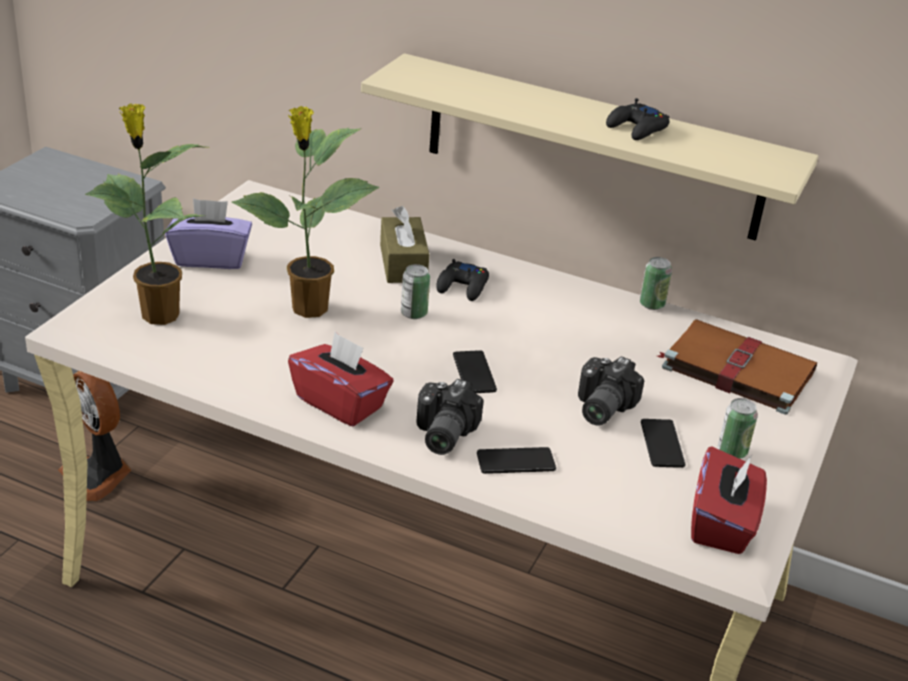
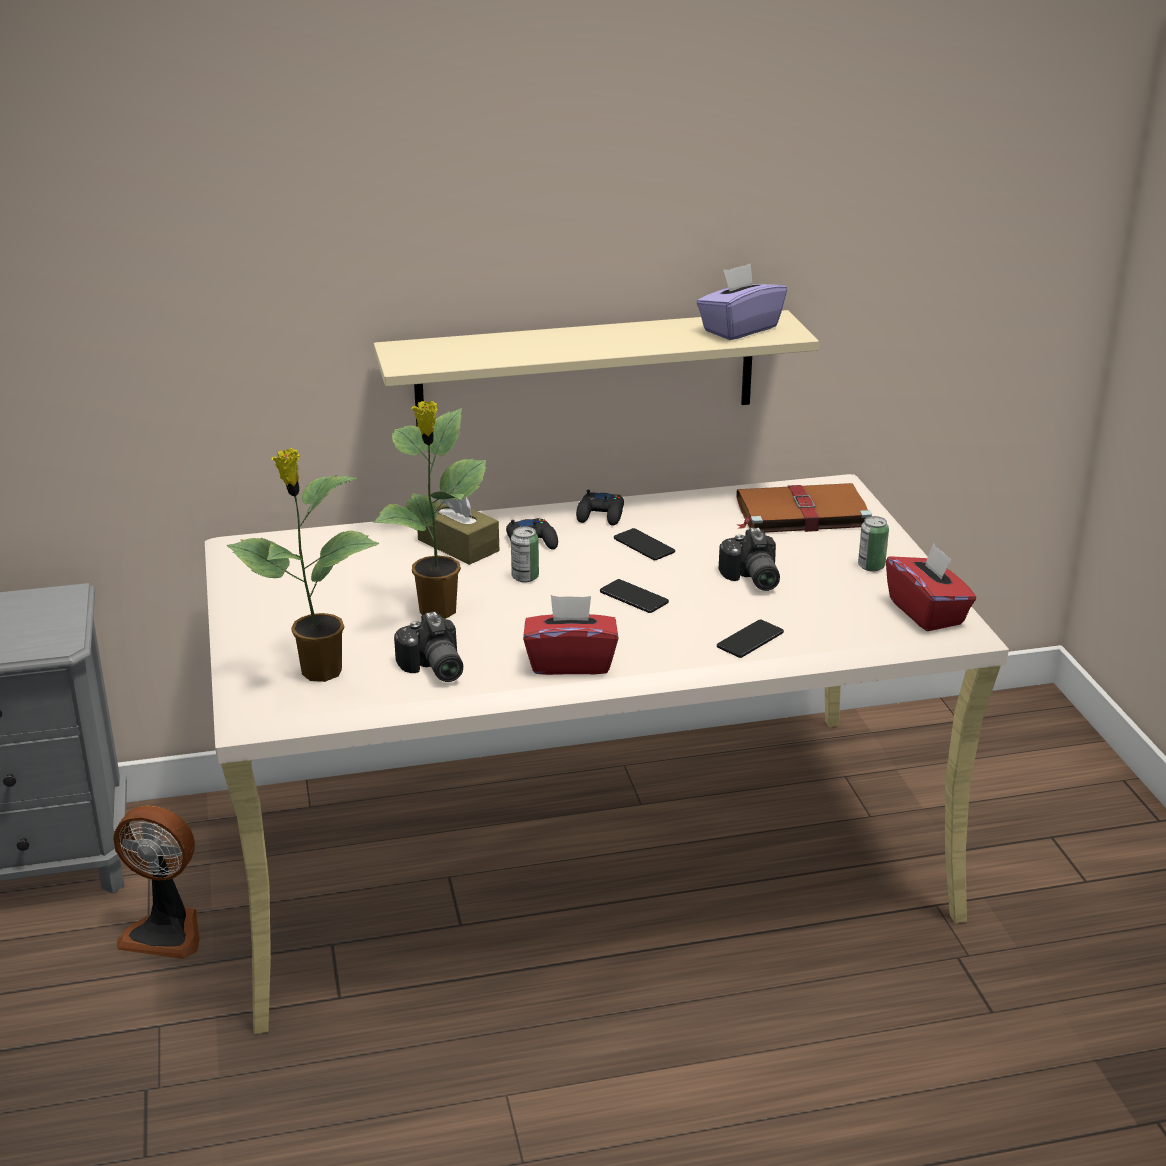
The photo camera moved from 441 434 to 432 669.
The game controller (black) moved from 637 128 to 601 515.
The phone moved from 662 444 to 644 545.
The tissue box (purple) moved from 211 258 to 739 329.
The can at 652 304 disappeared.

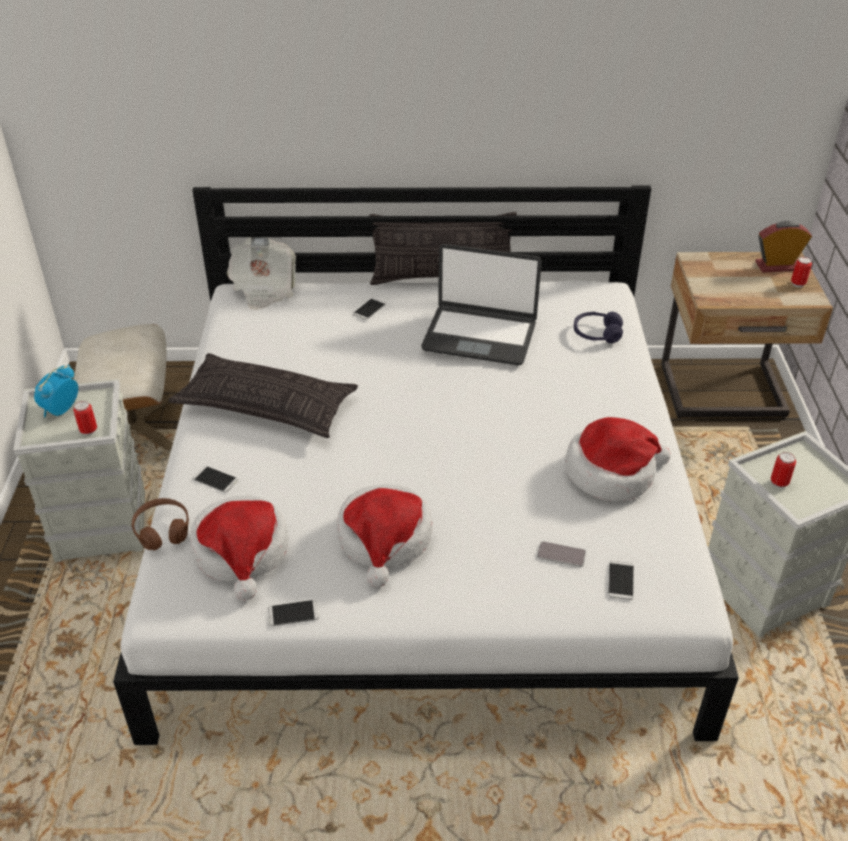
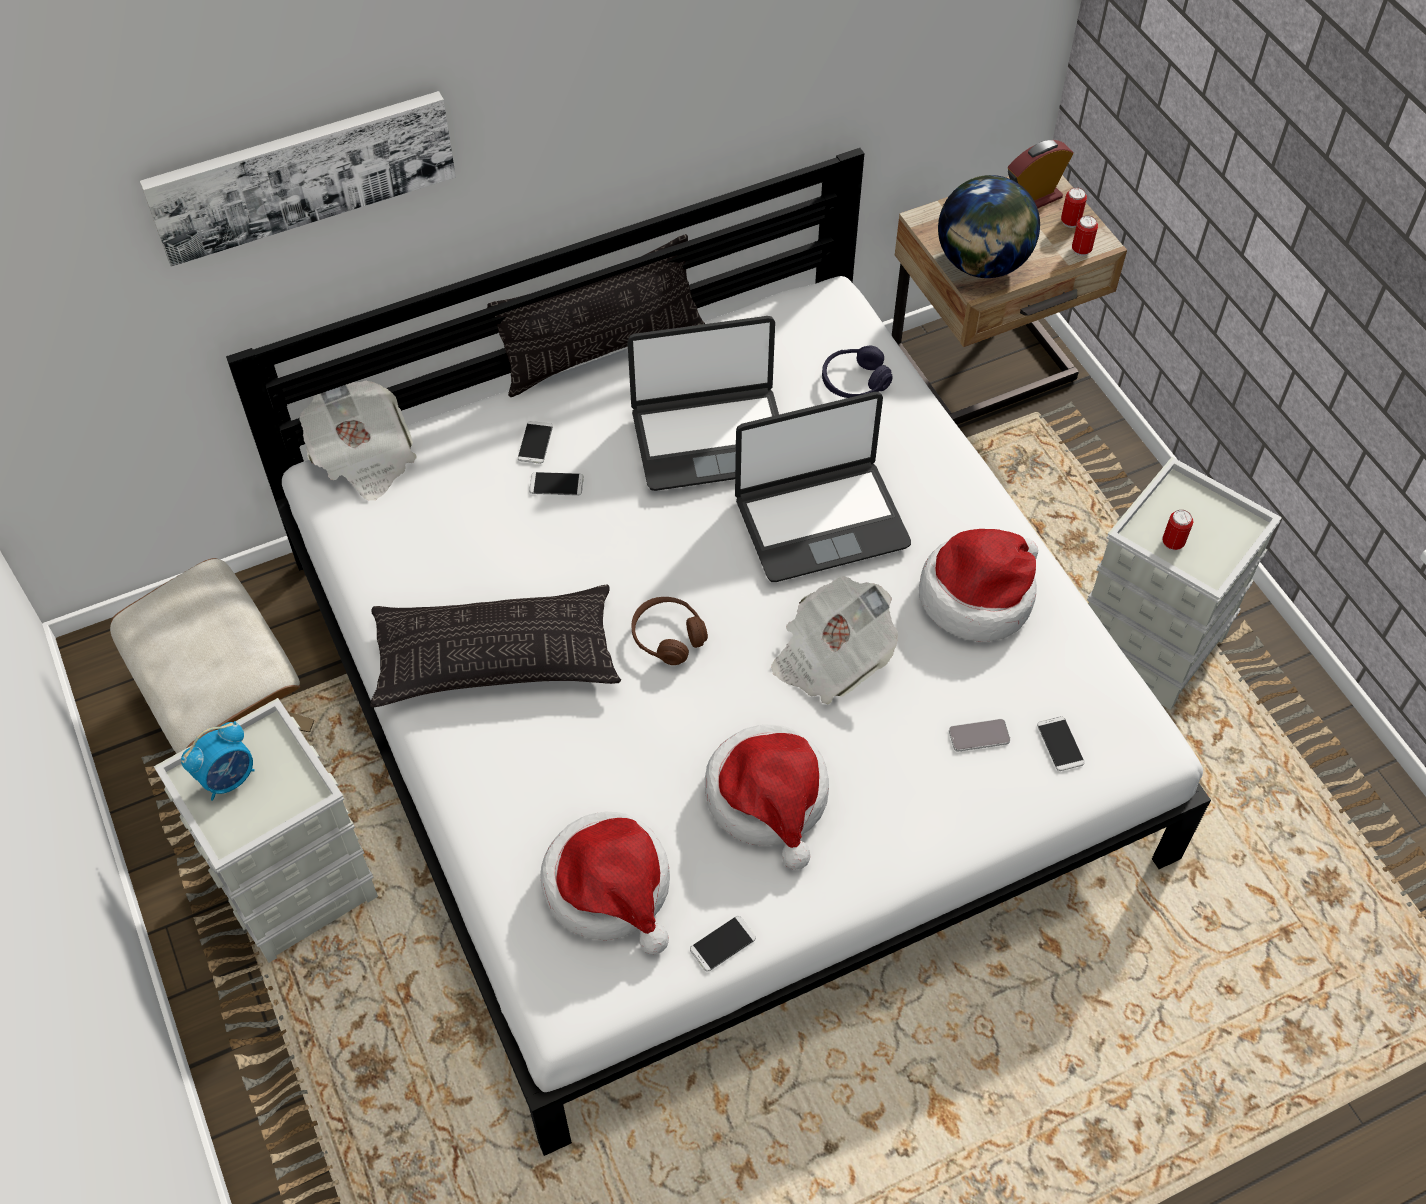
The picture at 302 174 appeared.
The alarm clock at 60 410 turned 135 degrees counterclockwise.
The phone moved from 215 479 to 556 484.
The headphones (brown) moved from 162 530 to 668 637.
The laptop at 820 521 appeared.
The newspaper at 830 658 appeared.
The globe at 982 264 appeared.
The can moved from 88 430 to 1081 250.

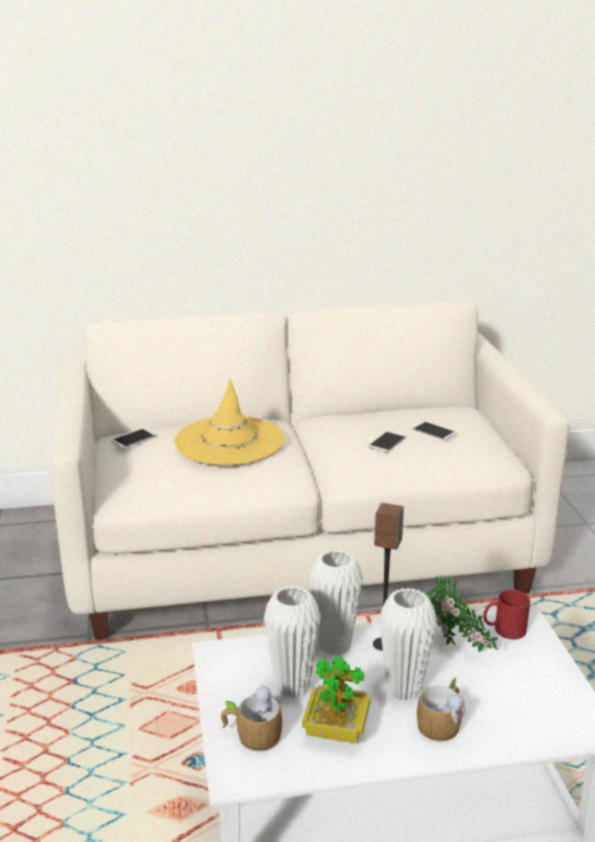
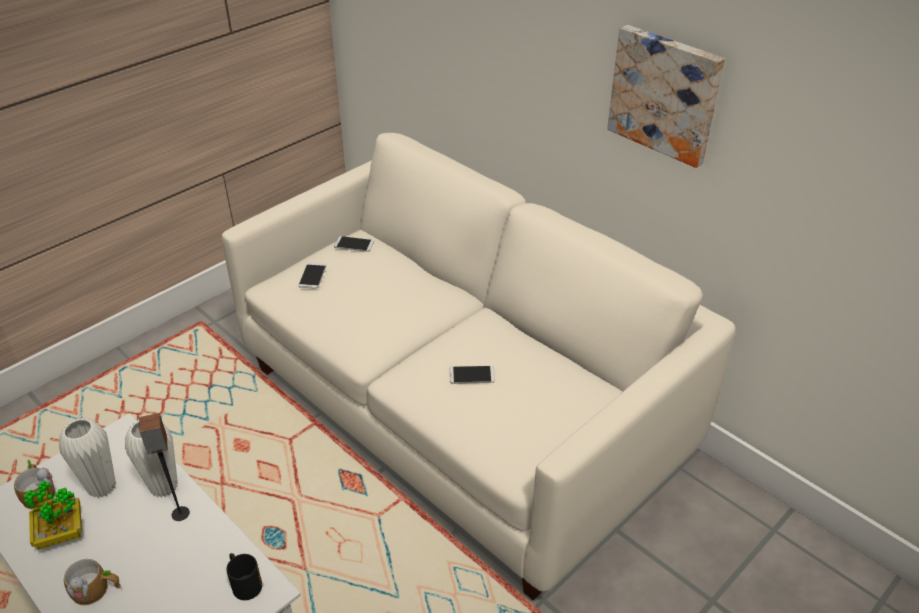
The mug (red) at 503 630 became the mug (black) at 243 583.
The phone moved from 434 431 to 312 276.
The picture at 665 94 appeared.
The hat (yellow) at 229 441 disappeared.
The vase (white) at 403 689 disappeared.
The potted plant at 457 648 disappeared.

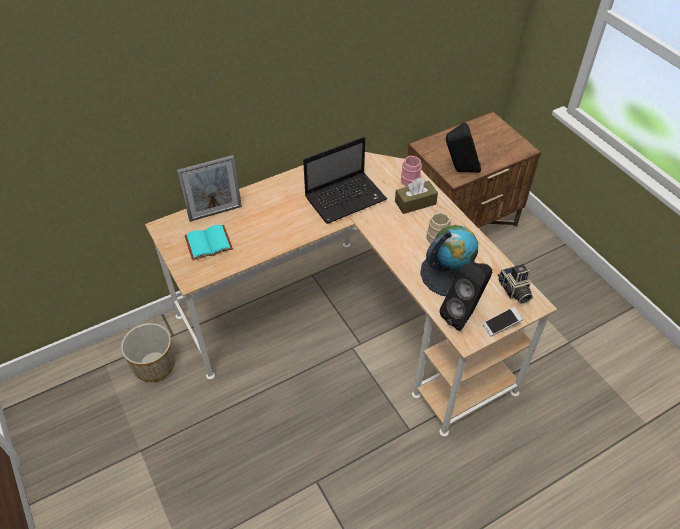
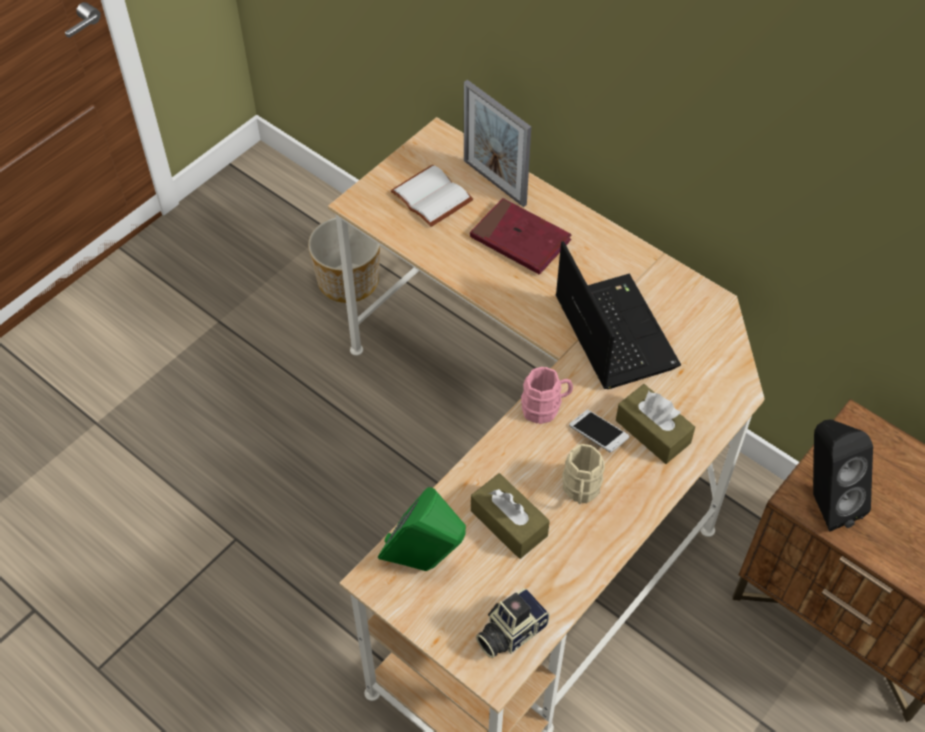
The speaker (black) at 463 315 became the speaker (green) at 425 563.
The book (turquoise) at 209 242 became the book (white) at 434 196.
The book (red) at 520 240 appeared.
The globe at 450 273 was replaced by the tissue box (brown) at 509 523.
The mug (pink) moved from 410 179 to 546 407.
The laptop at 346 198 turned 150 degrees counterclockwise.
The phone moved from 501 325 to 597 435.

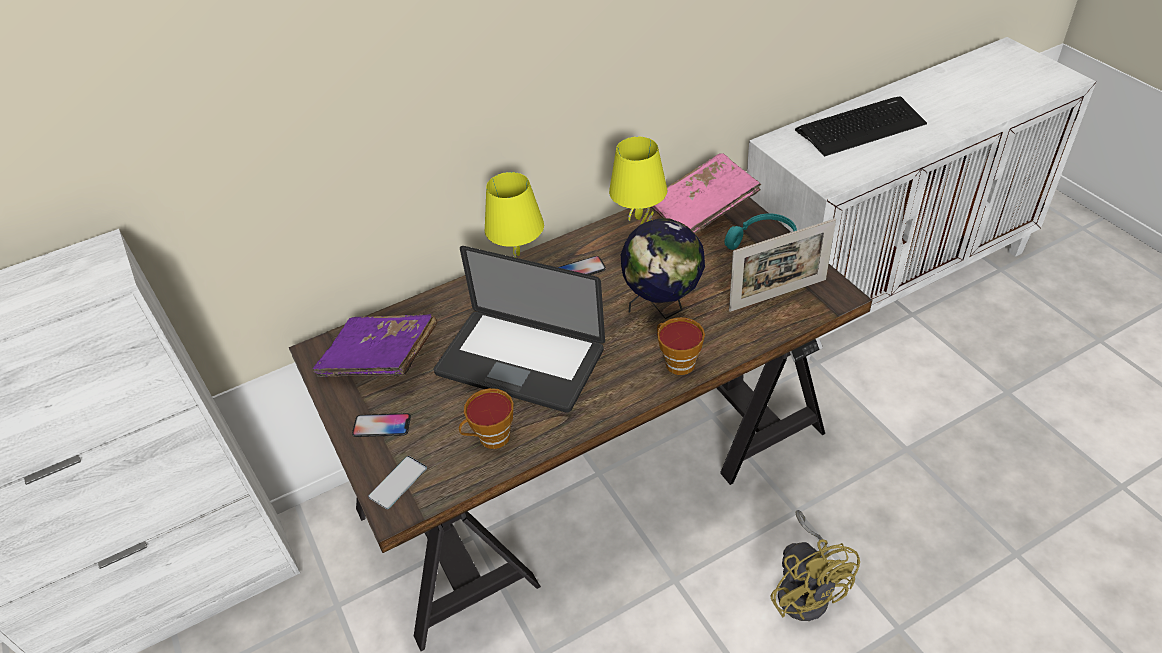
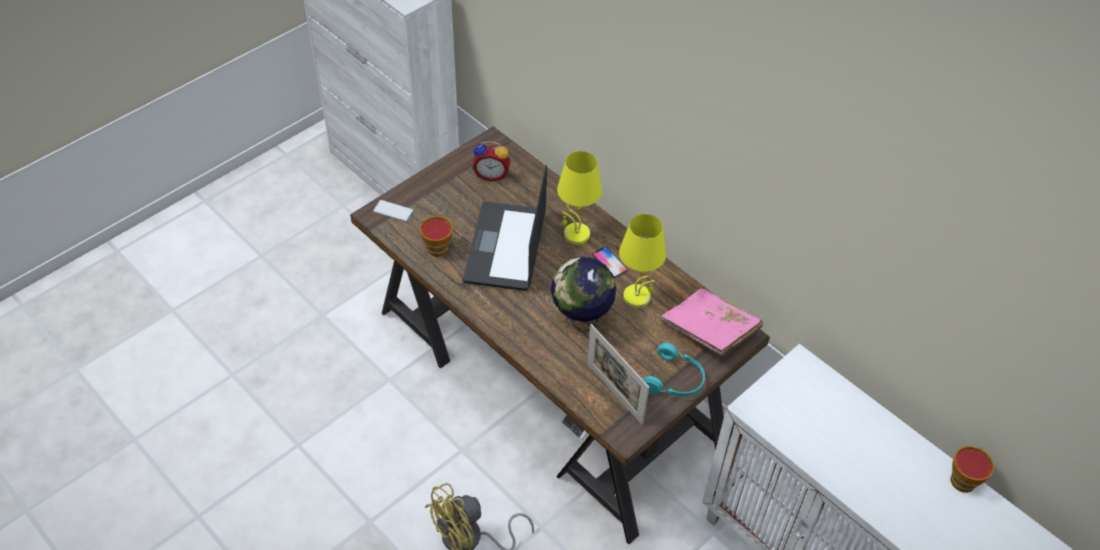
The book (purple) at 381 359 was replaced by the alarm clock at 491 174.
The cup moved from 677 362 to 963 478.
The phone at 382 426 disappeared.
The keyboard at 860 127 disappeared.

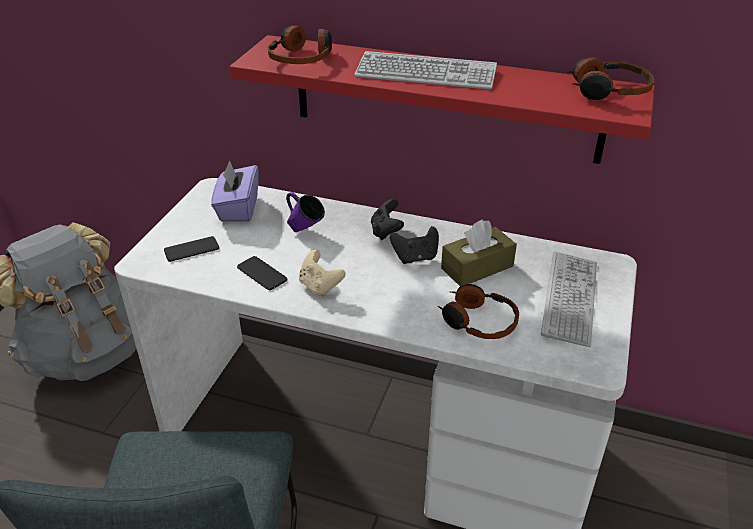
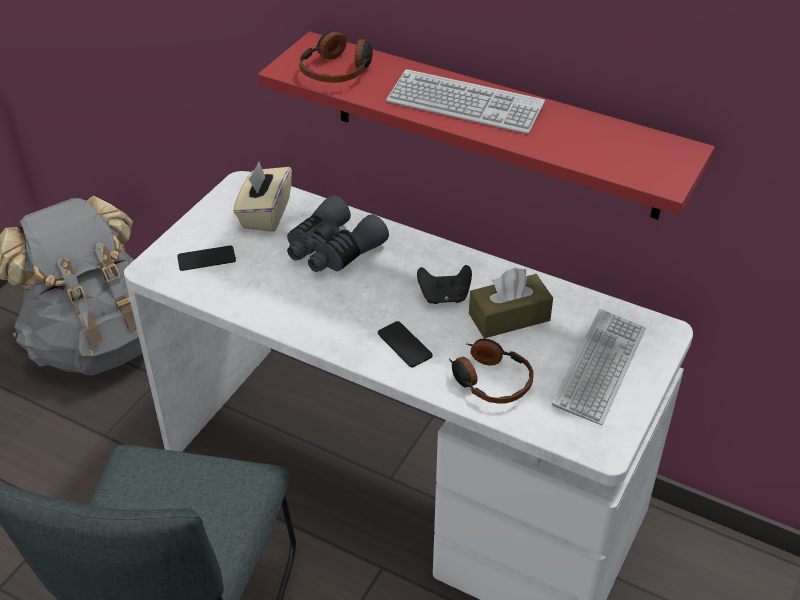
The tissue box (purple) at 238 208 became the tissue box (beige) at 265 214.
The mug (purple) at 305 230 was replaced by the binoculars (grey) at 332 250.
The phone moved from 262 273 to 404 345.
The game controller (beige) at 320 286 disappeared.
The game controller (black) at 386 232 disappeared.
The headphones at 607 90 disappeared.

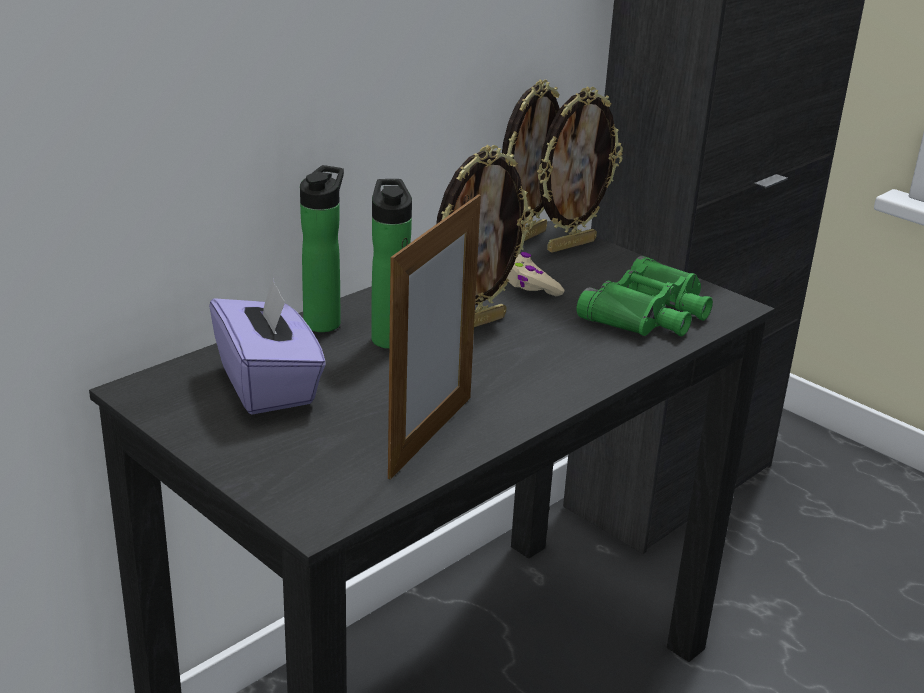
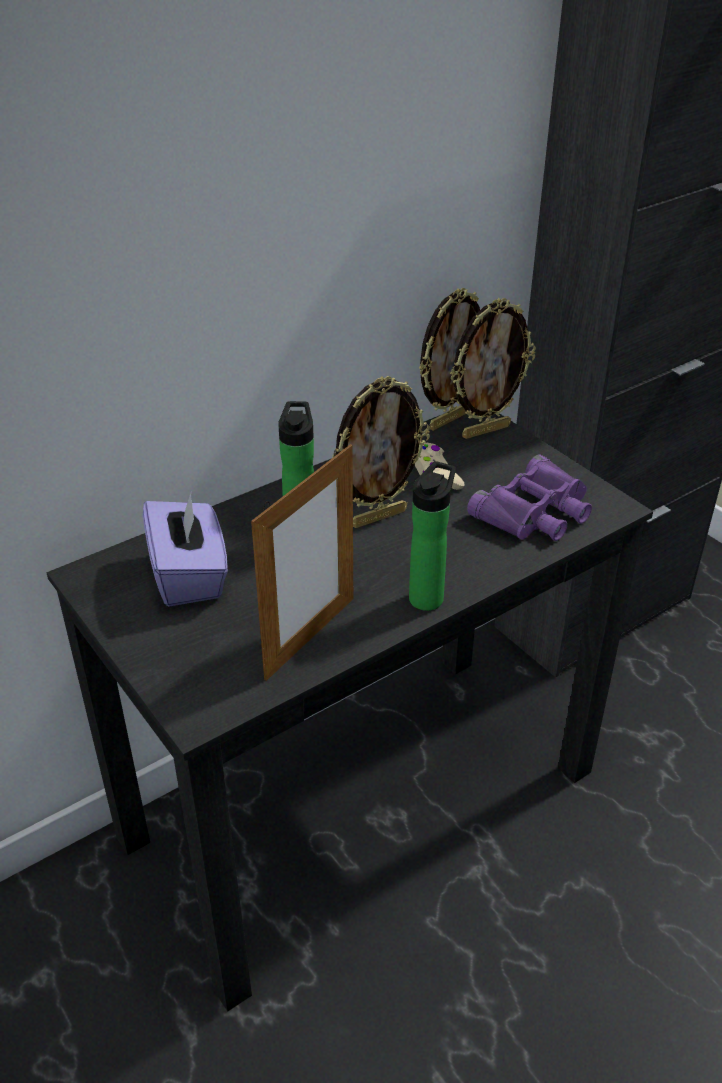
The bottle moved from 324 321 to 428 596.
The binoculars (green) at 649 313 became the binoculars (purple) at 535 512.

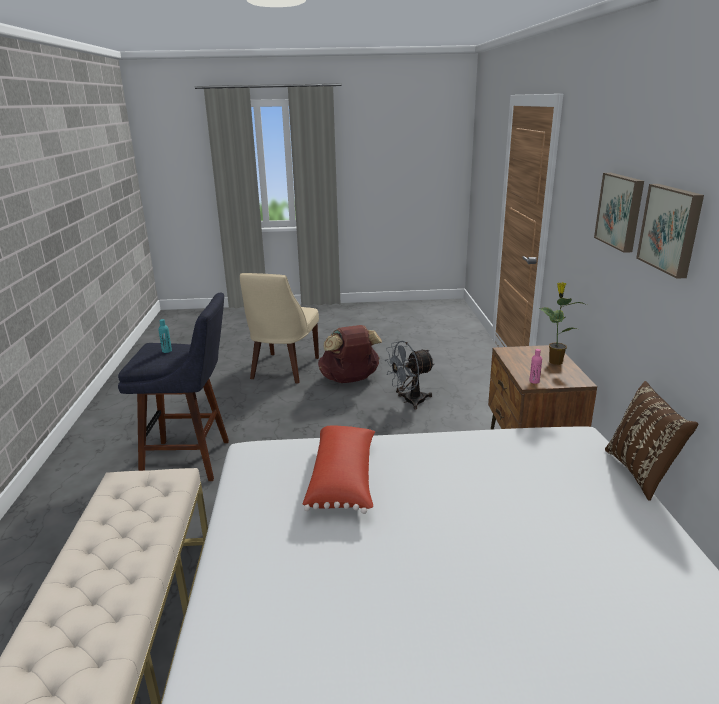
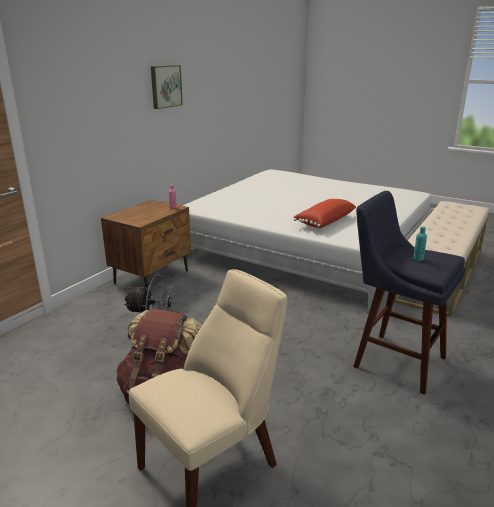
The potted plant at 555 361 disappeared.
The picture at 621 211 disappeared.
The pillow (brown) at 641 472 disappeared.

